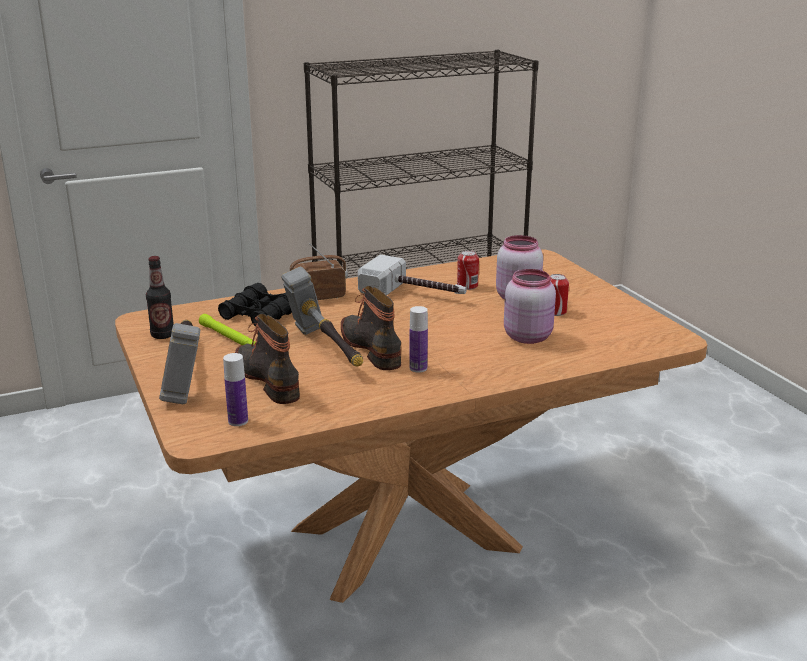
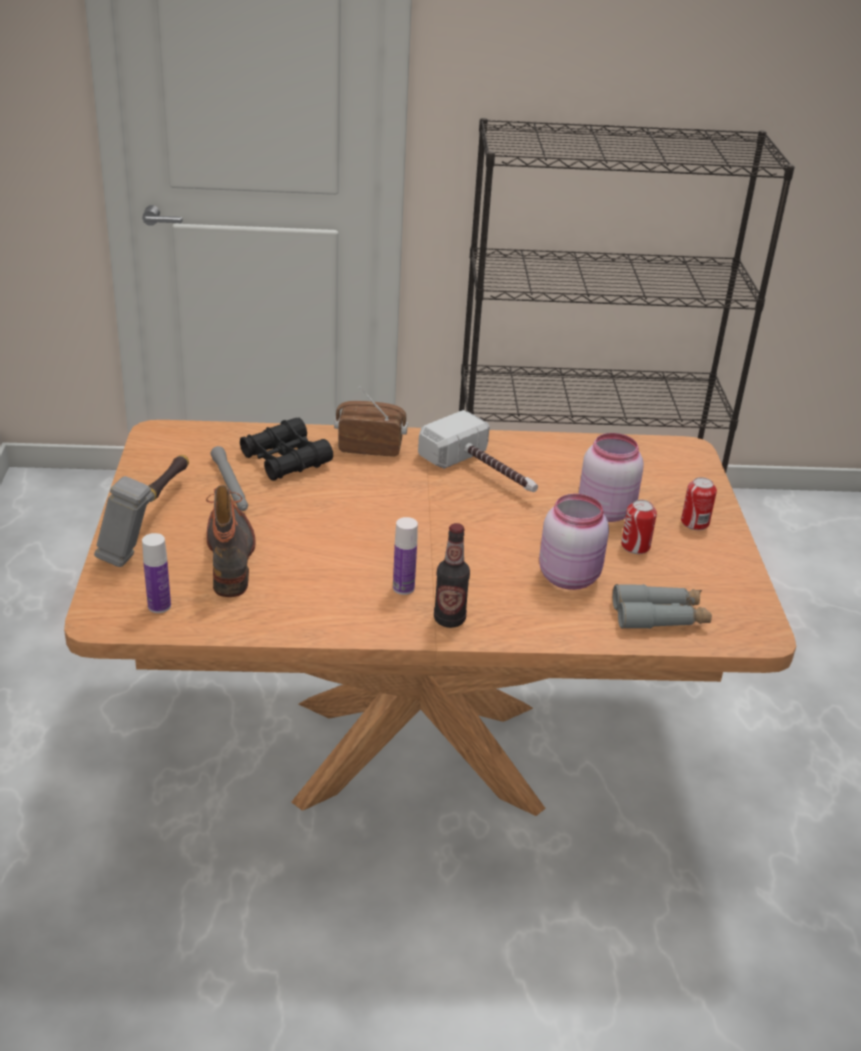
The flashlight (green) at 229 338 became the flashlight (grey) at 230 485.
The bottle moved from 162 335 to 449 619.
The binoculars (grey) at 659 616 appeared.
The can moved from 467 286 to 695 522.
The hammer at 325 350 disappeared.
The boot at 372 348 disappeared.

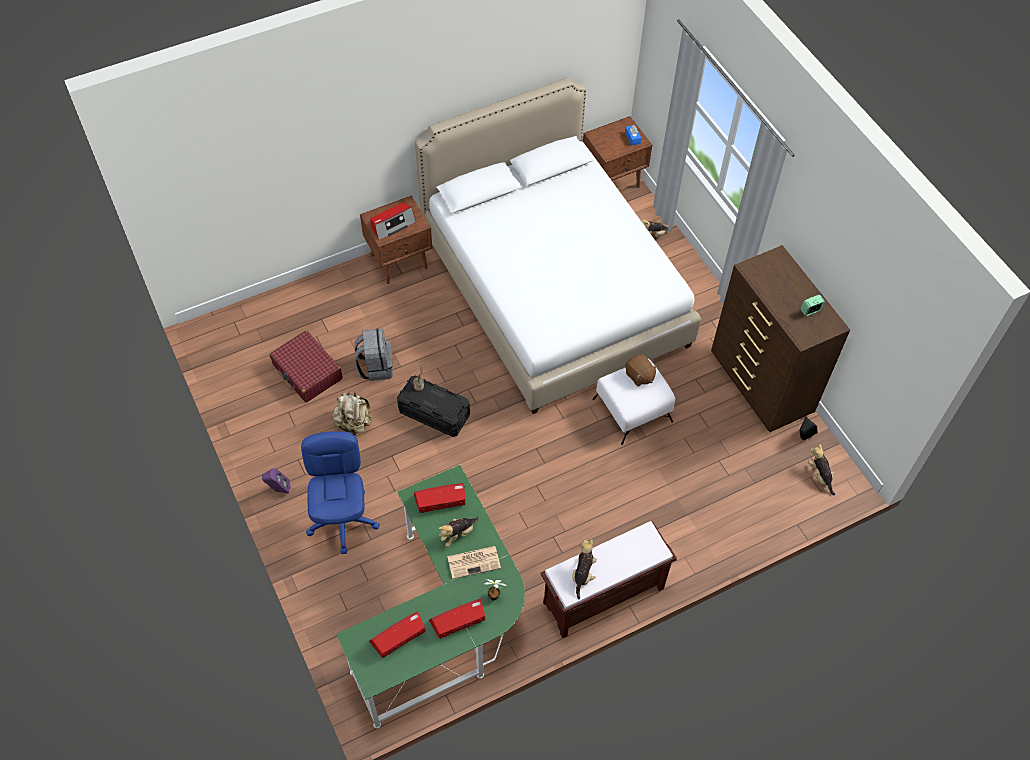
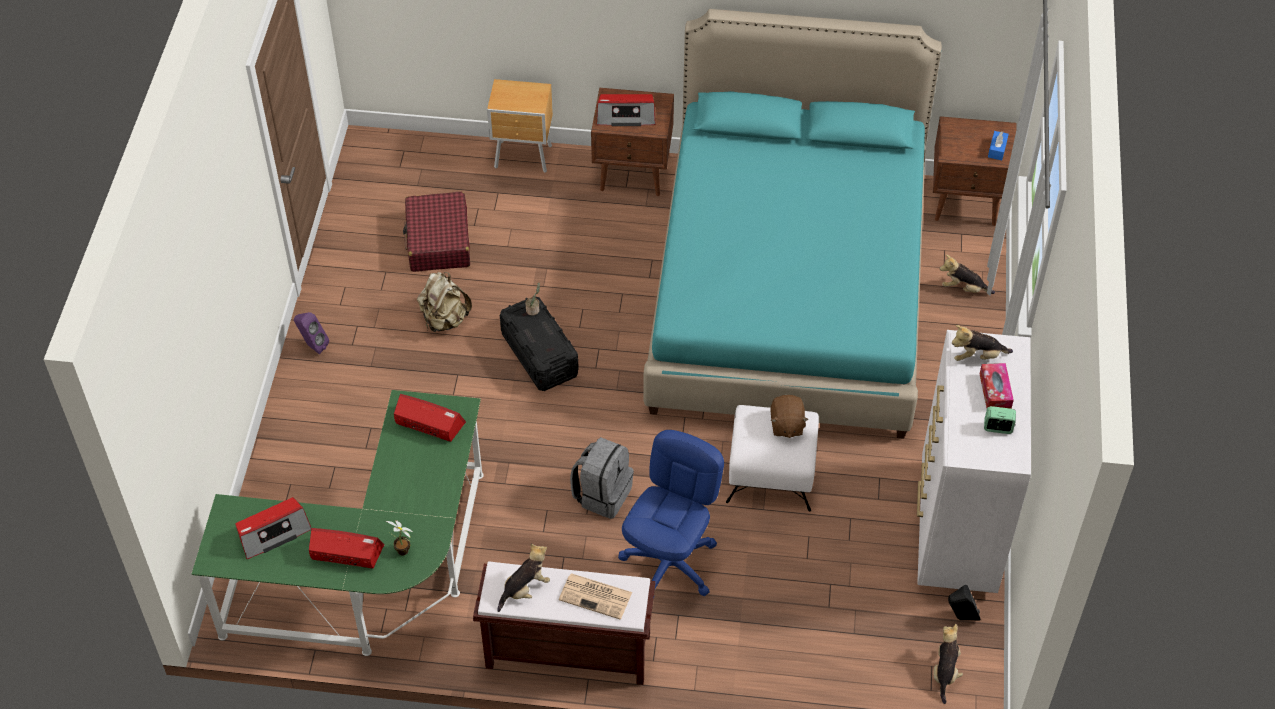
The radio at 398 636 turned 150 degrees clockwise.
The nightstand (brown) at 524 158 appeared.
The newspaper moved from 474 562 to 596 596.
The backpack (grey) moved from 375 367 to 602 494.
The office chair (blue) moved from 343 520 to 670 563.
The bed (white) at 553 289 became the bed (turquoise) at 788 290.
The dresser (brown) at 760 386 became the dresser (white) at 955 529.
The plush toy moved from 457 534 to 977 356.
The tissue box at 995 391 appeared.

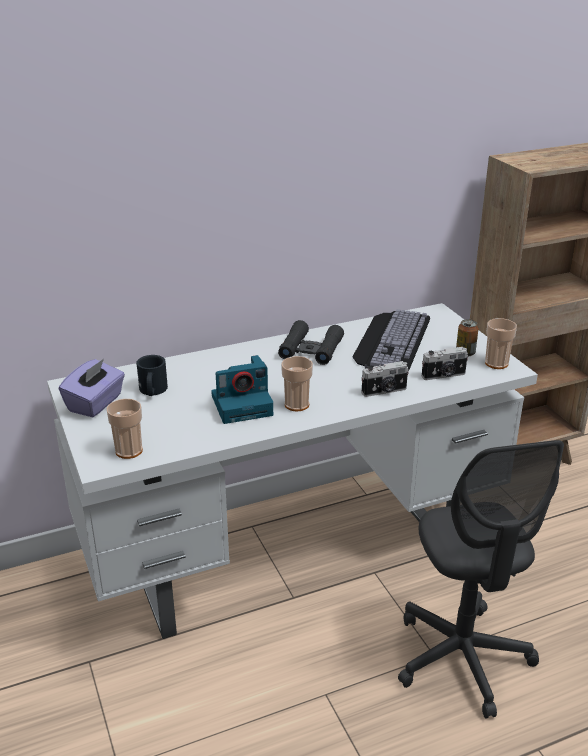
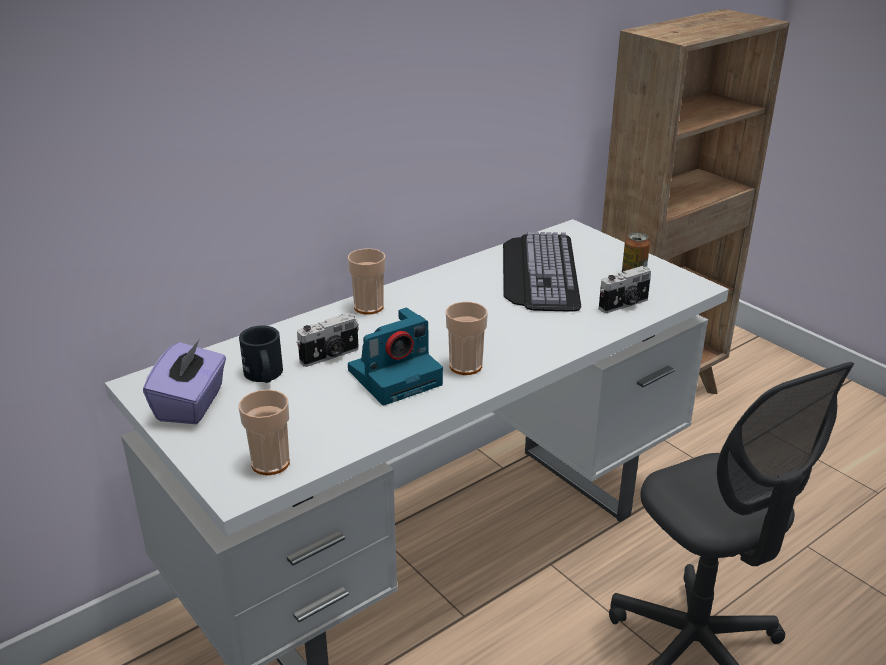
The photo camera moved from 384 391 to 330 356.
The cup moved from 496 363 to 368 307.
The binoculars (black) at 311 349 disappeared.

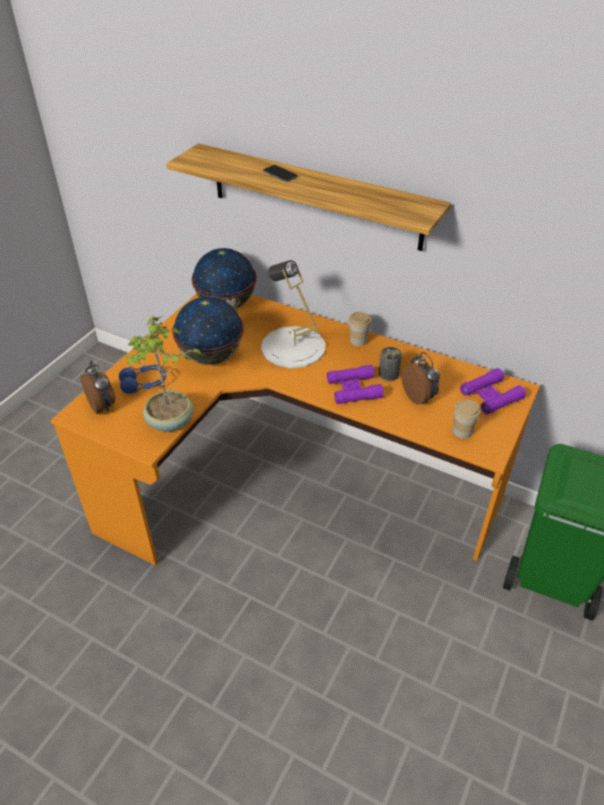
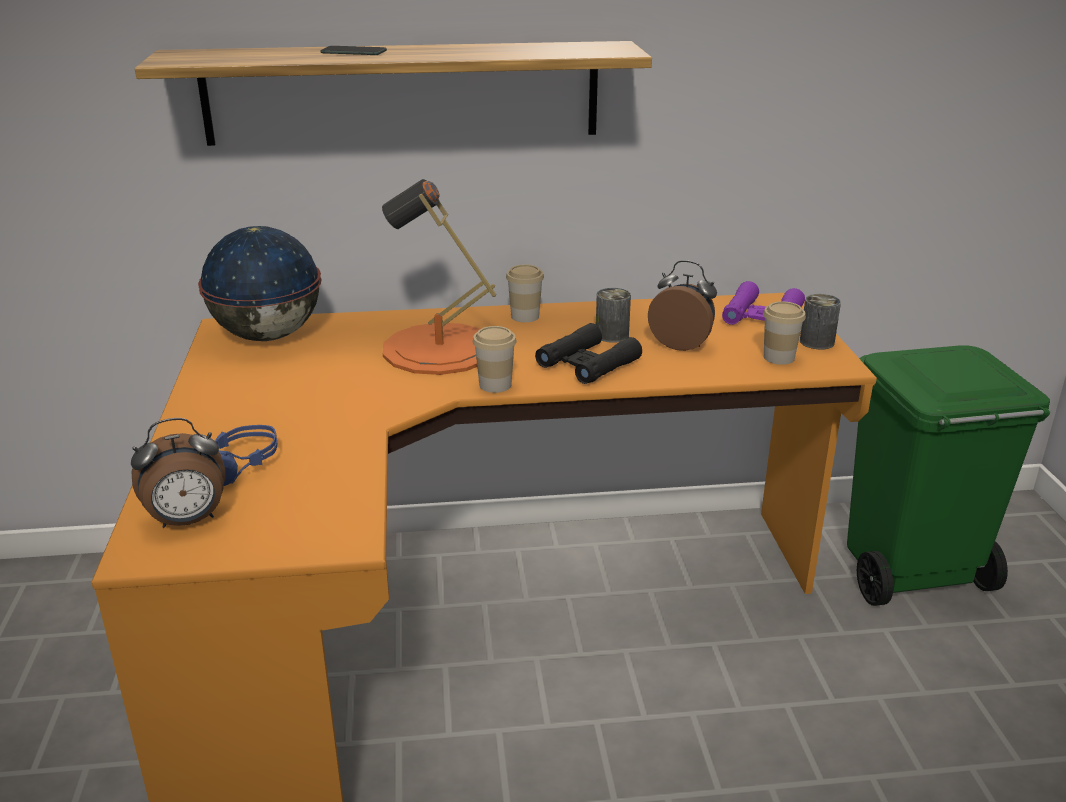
The alarm clock at 103 406 turned 135 degrees clockwise.
The table lamp (white) at 293 347 became the table lamp (orange) at 439 349.
The cup at 495 385 appeared.
The binoculars (purple) at 354 389 became the binoculars (black) at 588 363.
The can at 817 342 appeared.
The potted plant at 170 422 disappeared.
The globe at 211 356 disappeared.

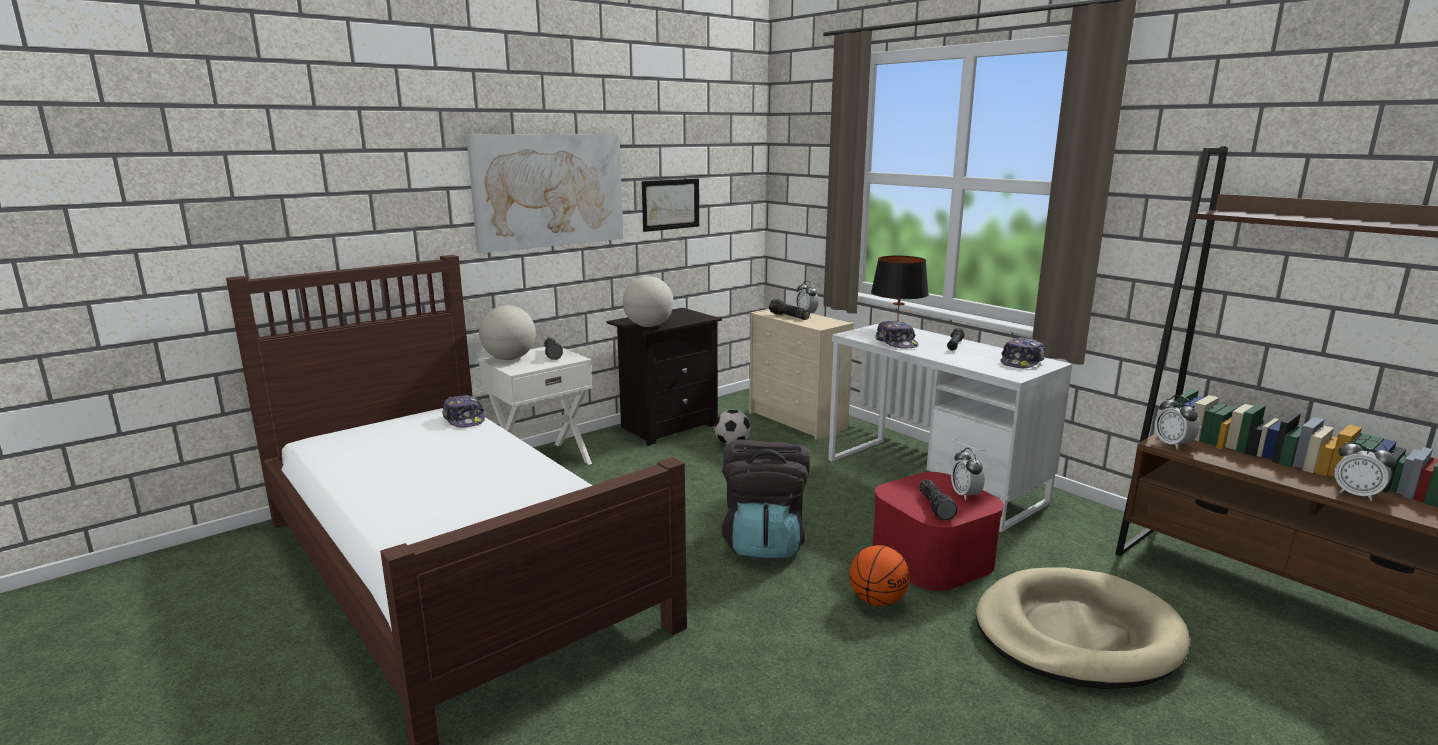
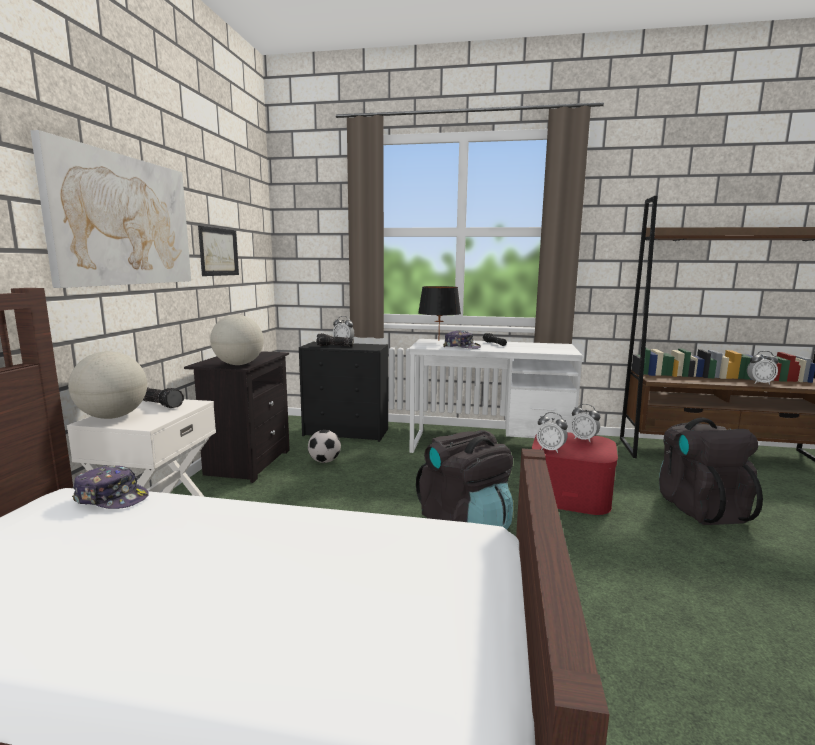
The dresser (beige) at 798 421 became the dresser (black) at 347 432.
The alarm clock moved from 1172 445 to 550 450.
The dog bed (beige) at 1076 634 was replaced by the backpack (black) at 699 508.
The basketball at 877 600 disappeared.
The flashlight at 937 507 disappeared.
The cap at 1021 362 disappeared.

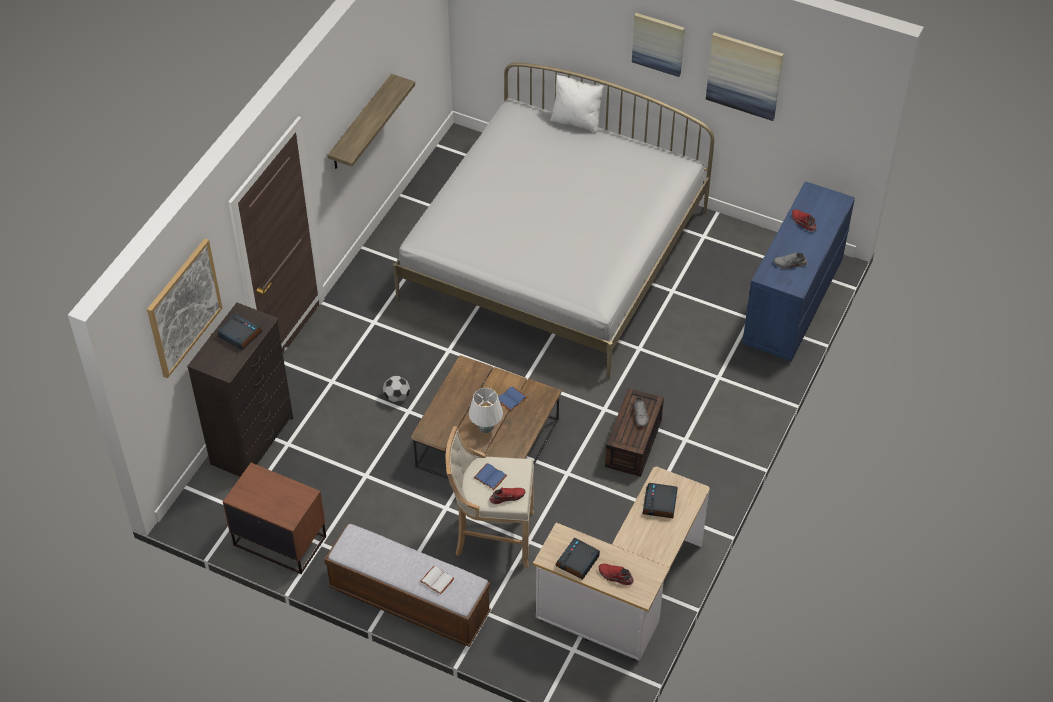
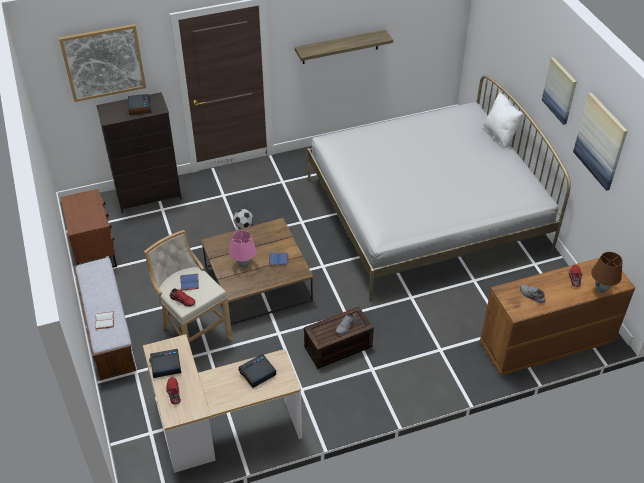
The table lamp (white) at 486 428 became the table lamp (pink) at 244 265.
The dresser (blue) at 792 304 became the dresser (brown) at 546 343.
The table lamp (brown) at 601 289 appeared.

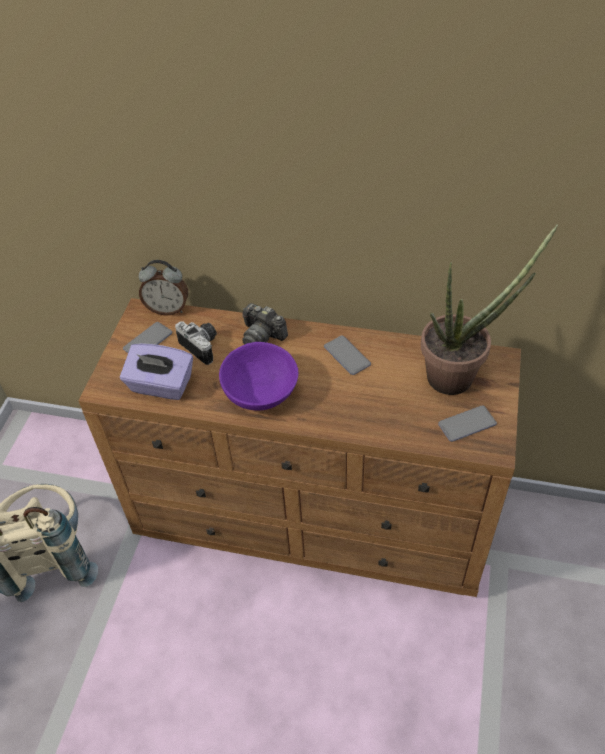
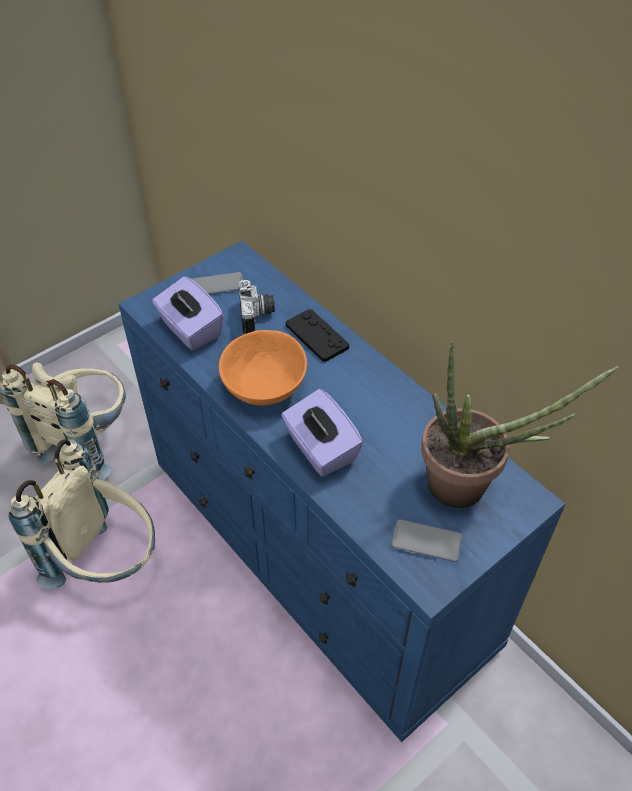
The backpack (beige) at 107 563 appeared.
The dresser (brown) at 313 516 became the dresser (blue) at 319 555.
The bowl (purple) at 259 392 became the bowl (orange) at 264 385.
The tissue box (purple) at 320 449 appeared.
The photo camera at 262 336 was replaced by the game controller (black) at 317 336.
The alarm clock at 168 309 disappeared.
The phone at 347 356 disappeared.

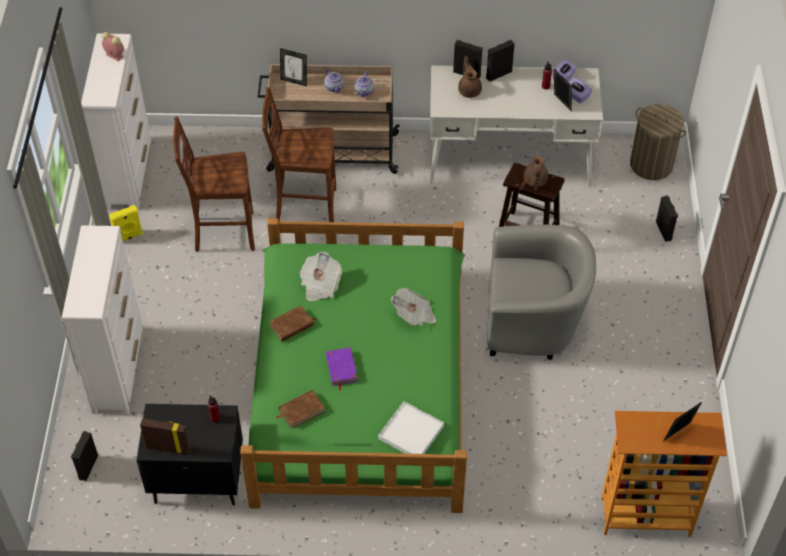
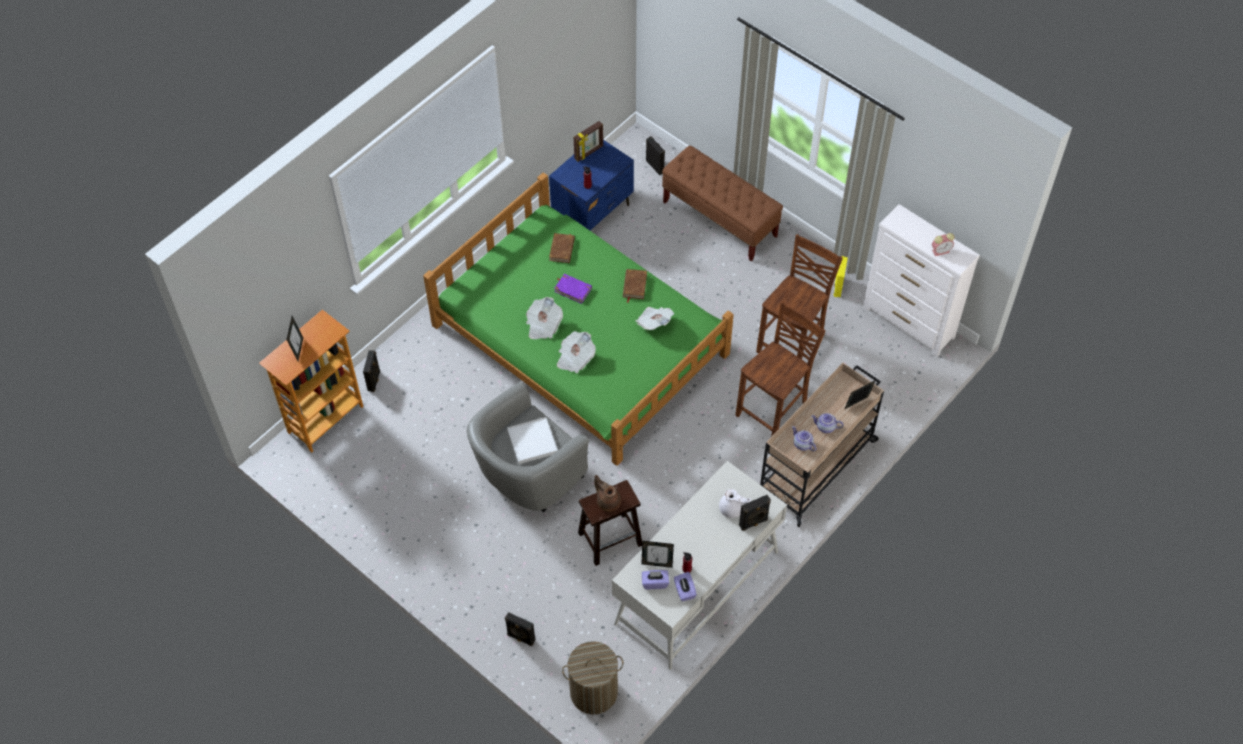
The speaker (black) moved from 498 74 to 374 381.
The tray (white) moved from 411 432 to 532 441.
The newspaper at 543 325 appeared.
The nightstand (black) at 197 479 became the nightstand (blue) at 593 212.
The dresser (white) at 118 368 was replaced by the bench (brown) at 720 219.
The teapot (brown) at 469 90 became the teapot (white) at 732 509.

